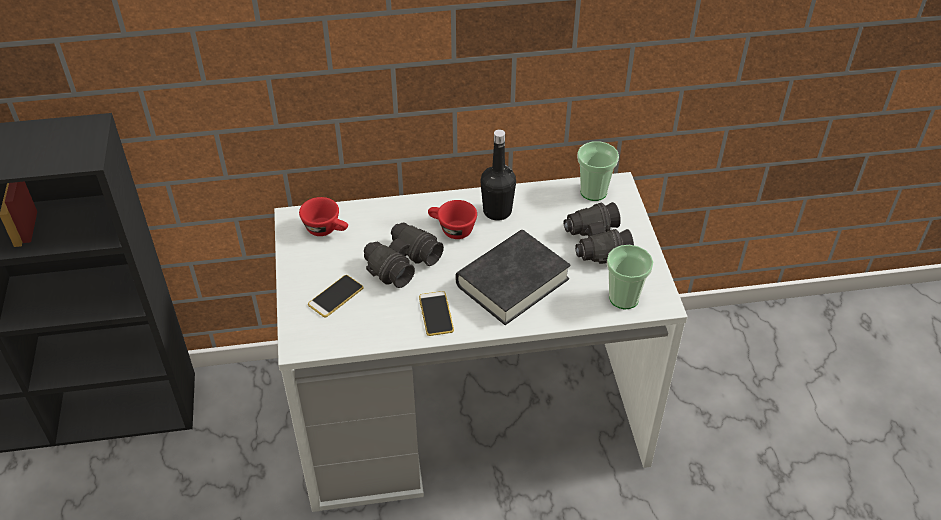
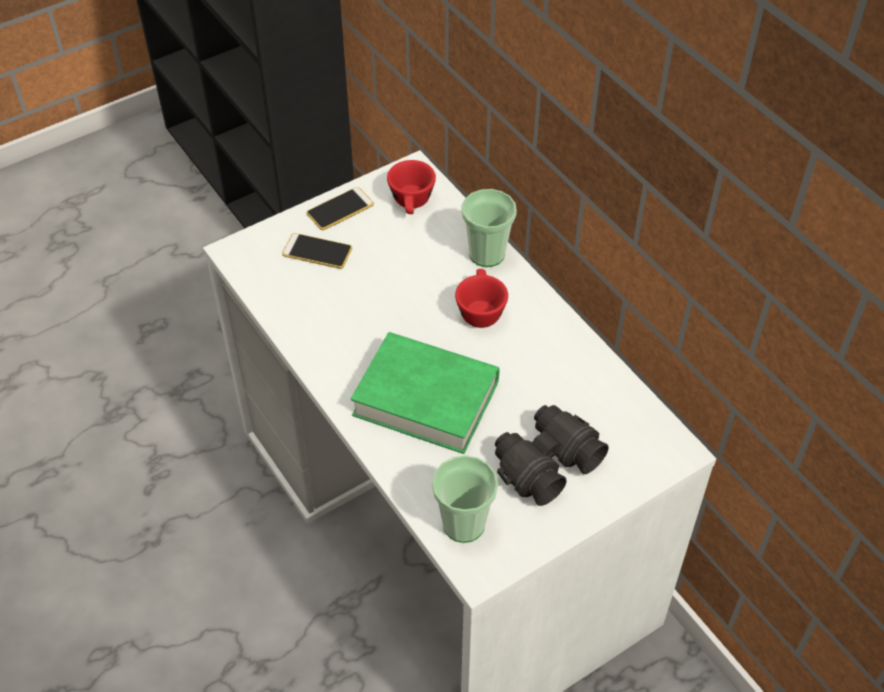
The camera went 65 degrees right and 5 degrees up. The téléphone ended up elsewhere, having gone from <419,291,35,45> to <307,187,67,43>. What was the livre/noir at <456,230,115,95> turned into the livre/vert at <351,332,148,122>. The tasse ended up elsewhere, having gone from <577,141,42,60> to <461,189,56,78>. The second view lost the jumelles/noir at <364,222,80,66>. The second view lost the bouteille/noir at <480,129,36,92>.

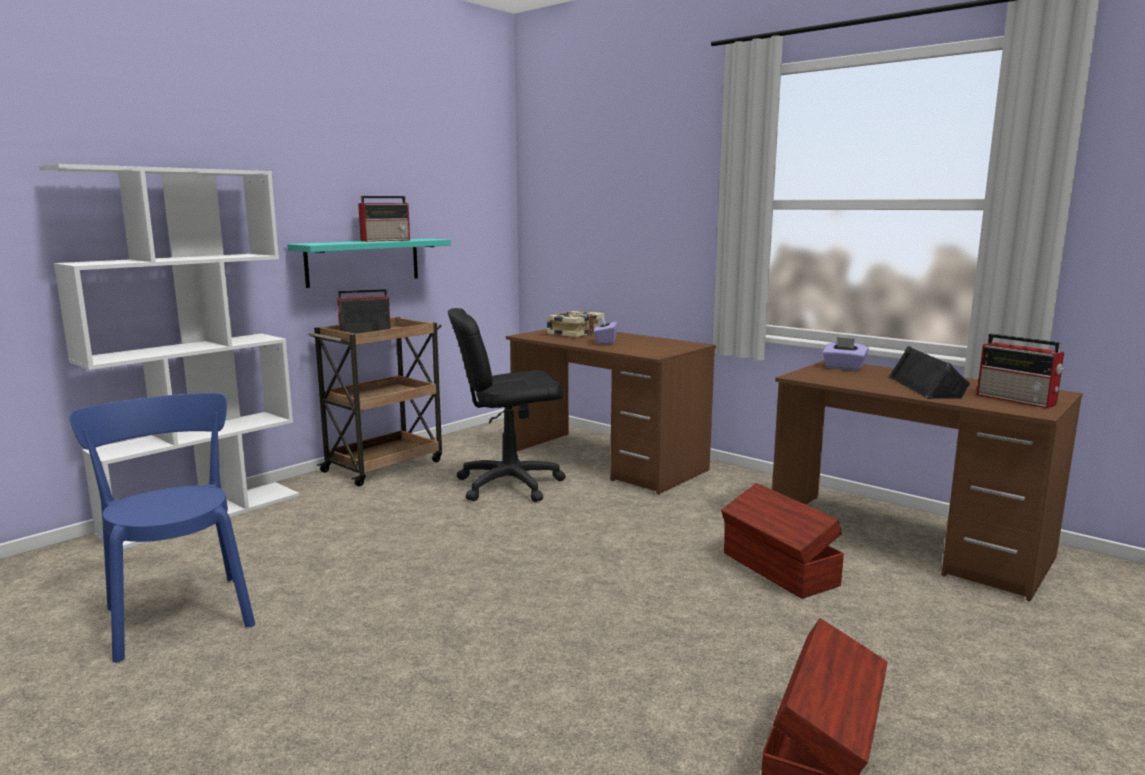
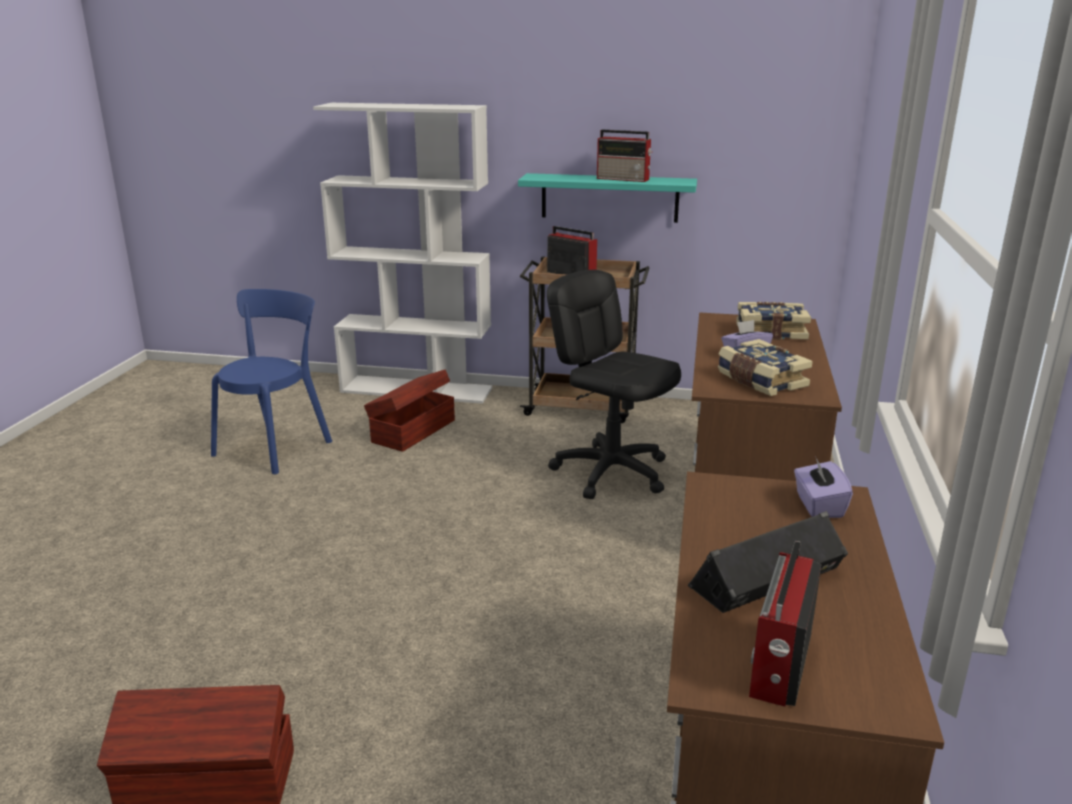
The camera went 60 degrees right and 10 degrees up. The boîte de rangement/marron ended up elsewhere, having gone from <721,483,123,116> to <364,370,91,82>. The second view gained the livre at <717,339,96,57>.

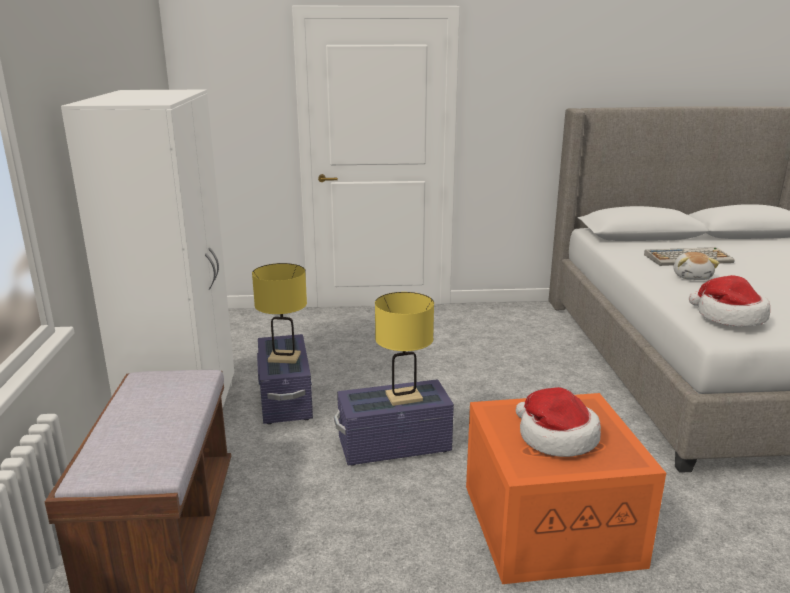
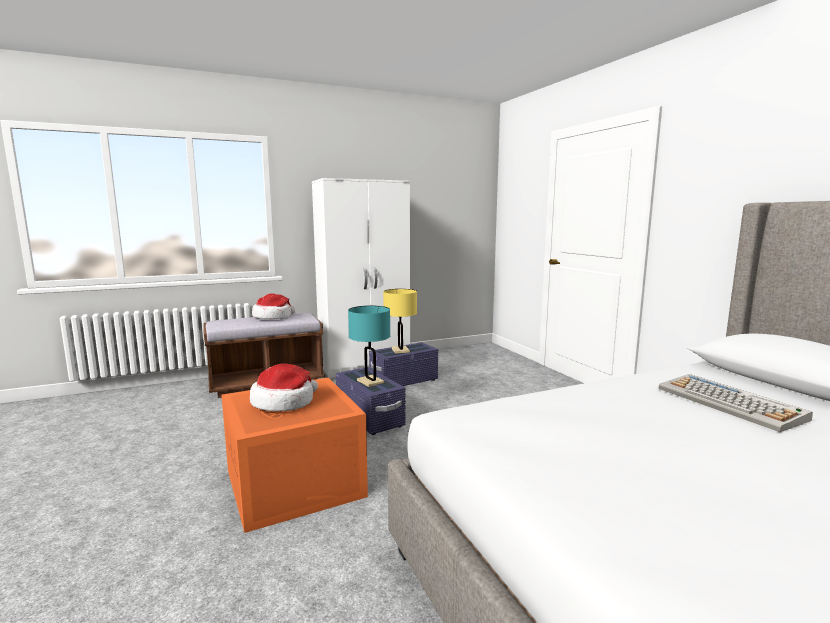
The camera went 70 degrees right and 10 degrees down. The chapeau ended up elsewhere, having gone from <689,275,81,52> to <252,293,43,26>. What was the lampe de table/jaune at <375,292,59,114> turned into the lampe de table/turquoise at <348,306,42,81>. The second view lost the peluche at <673,252,46,28>.

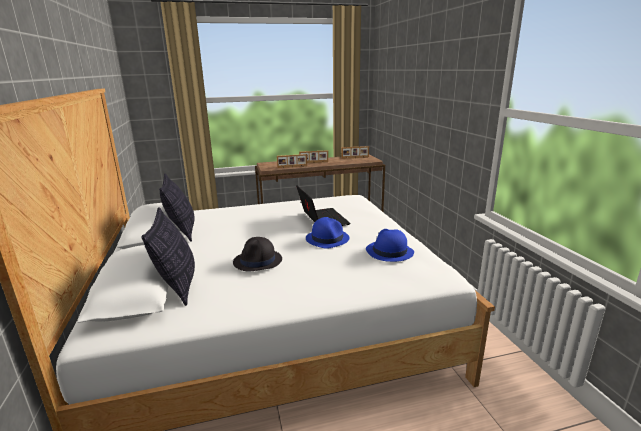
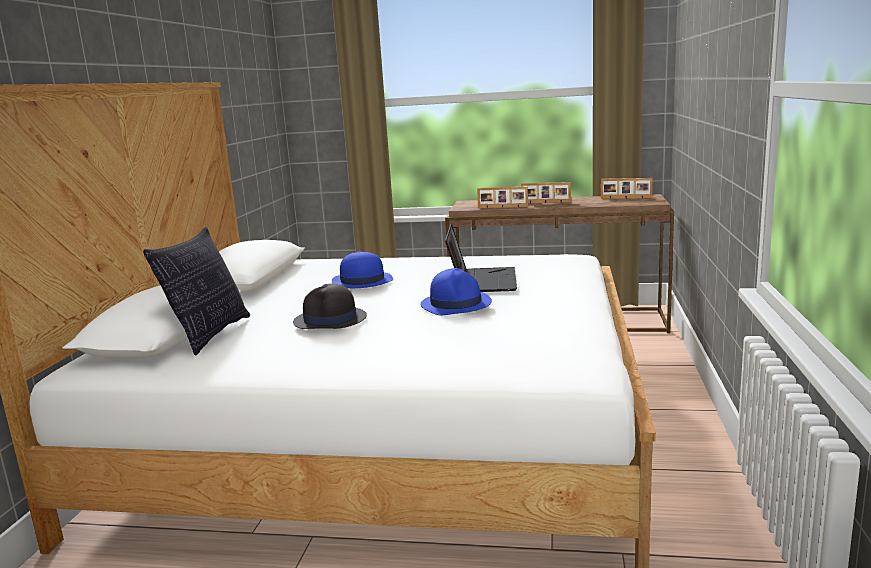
The camera went 25 degrees right and 5 degrees down. The chapeau/bleu ended up elsewhere, having gone from <366,229,48,33> to <332,251,61,37>. The second view lost the coussin at <159,174,35,68>.

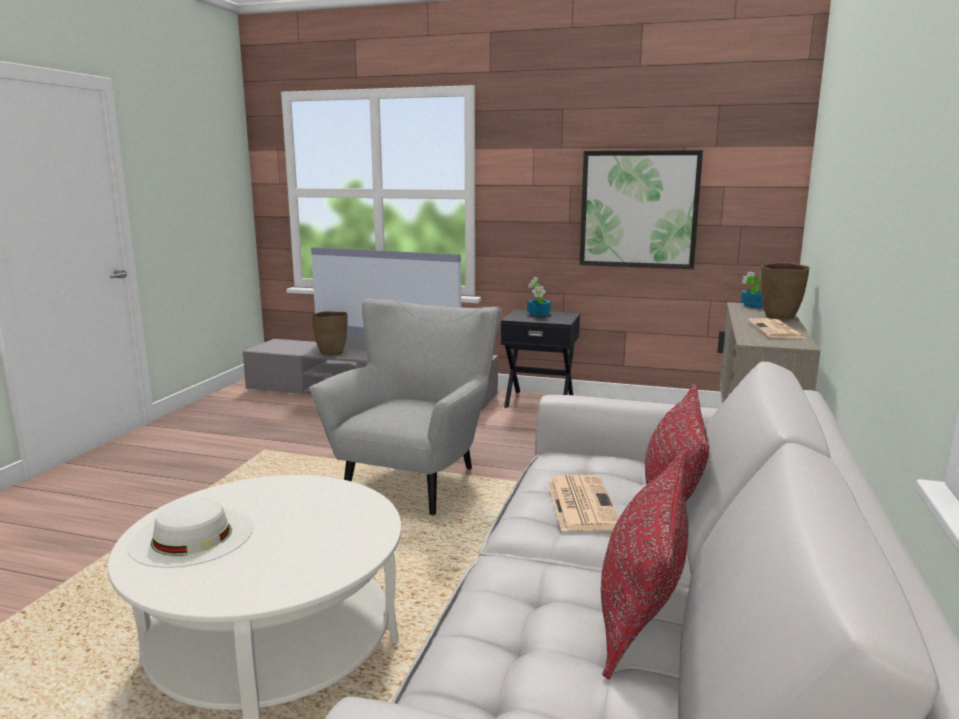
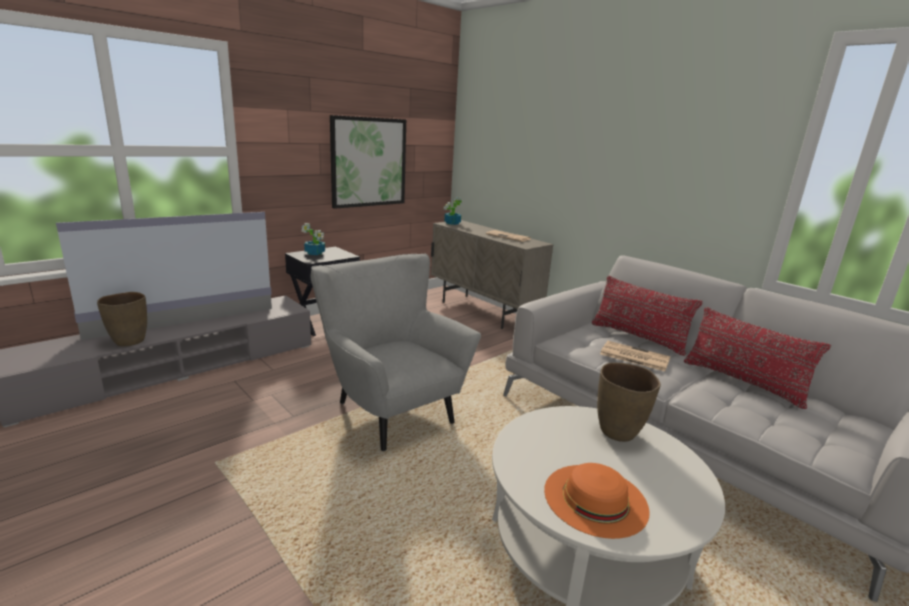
The camera went 60 degrees left and 5 degrees up. What was the chapeau/blanc at <127,499,126,69> turned into the chapeau/orange at <544,463,105,76>. The vase/marron ended up elsewhere, having gone from <761,262,49,57> to <597,362,64,80>.

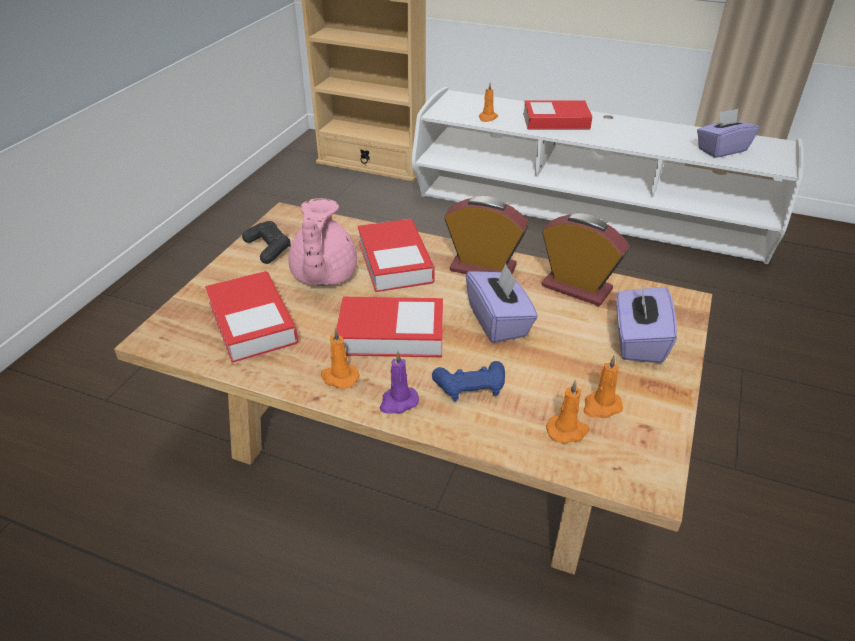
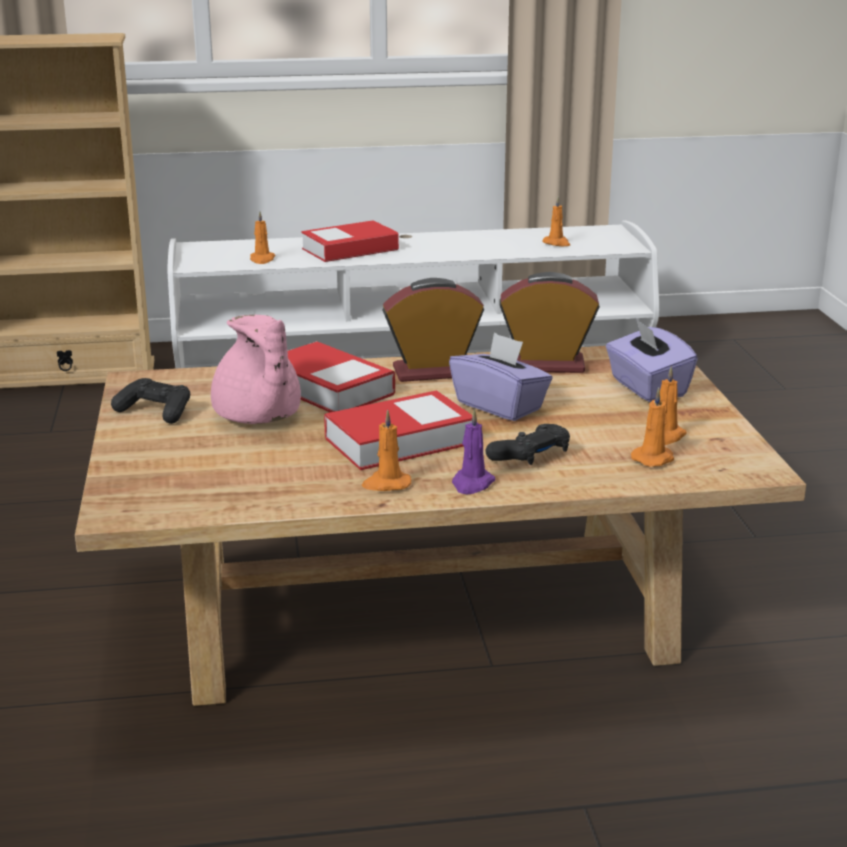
The camera went 30 degrees left and 15 degrees down. What was the manette/bleu at <432,361,73,40> turned into the manette/noir at <486,424,84,41>. Where the boîte à mouchoirs/violet stood at <697,109,62,49>, the bougie/orange came to stand at <543,197,27,49>. The second view lost the livre at <205,271,93,92>.

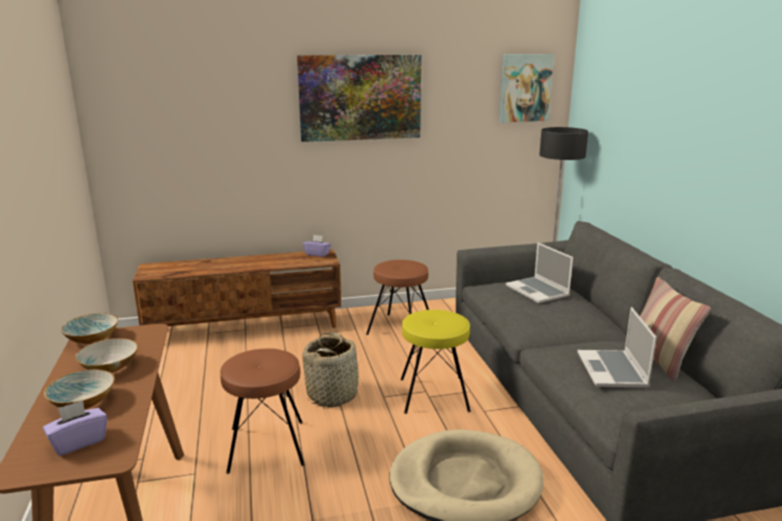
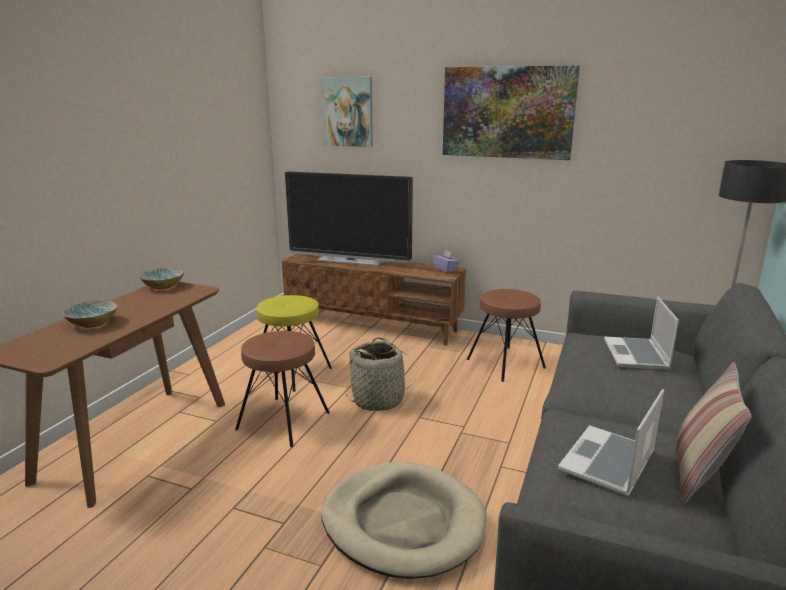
The camera went 35 degrees right and 0 degrees up. The tabouret/jaune ended up elsewhere, having gone from <401,310,70,104> to <256,295,76,97>. The second view gained the téléviseur at <285,171,128,96>. The tableau ended up elsewhere, having gone from <499,54,55,68> to <321,77,52,70>. The second view lost the boîte à mouchoirs/violet at <43,400,64,56>. The second view lost the bol at <75,338,63,35>.

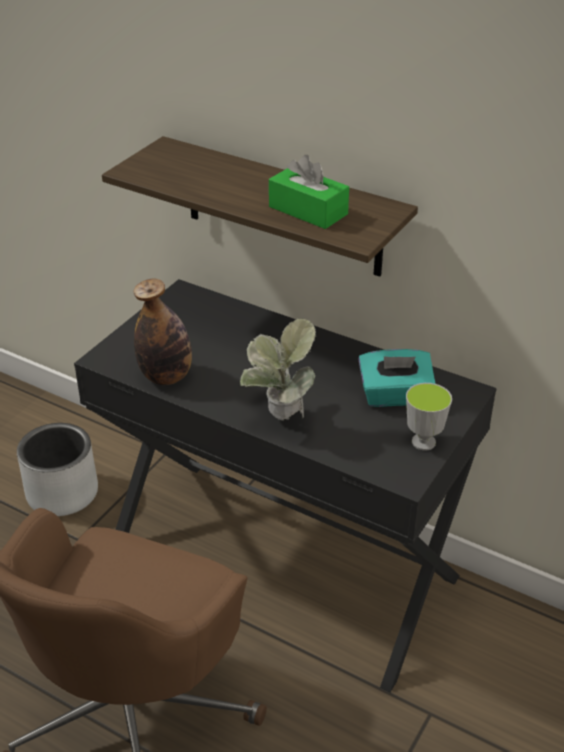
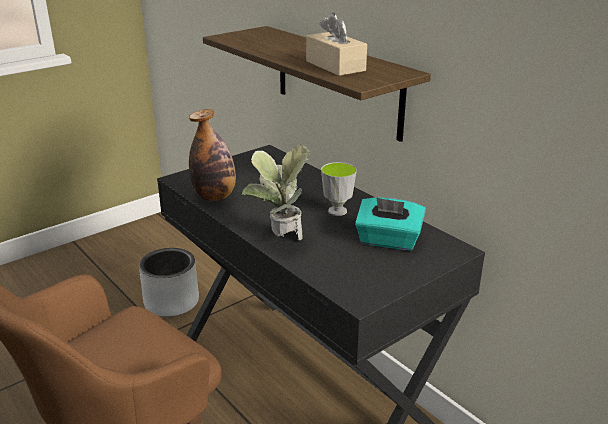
The camera went 20 degrees right and 10 degrees down. What was the boîte à mouchoirs/vert at <269,155,80,74> turned into the boîte à mouchoirs/beige at <306,13,61,63>. The tasse ended up elsewhere, having gone from <406,383,46,68> to <321,162,36,54>.

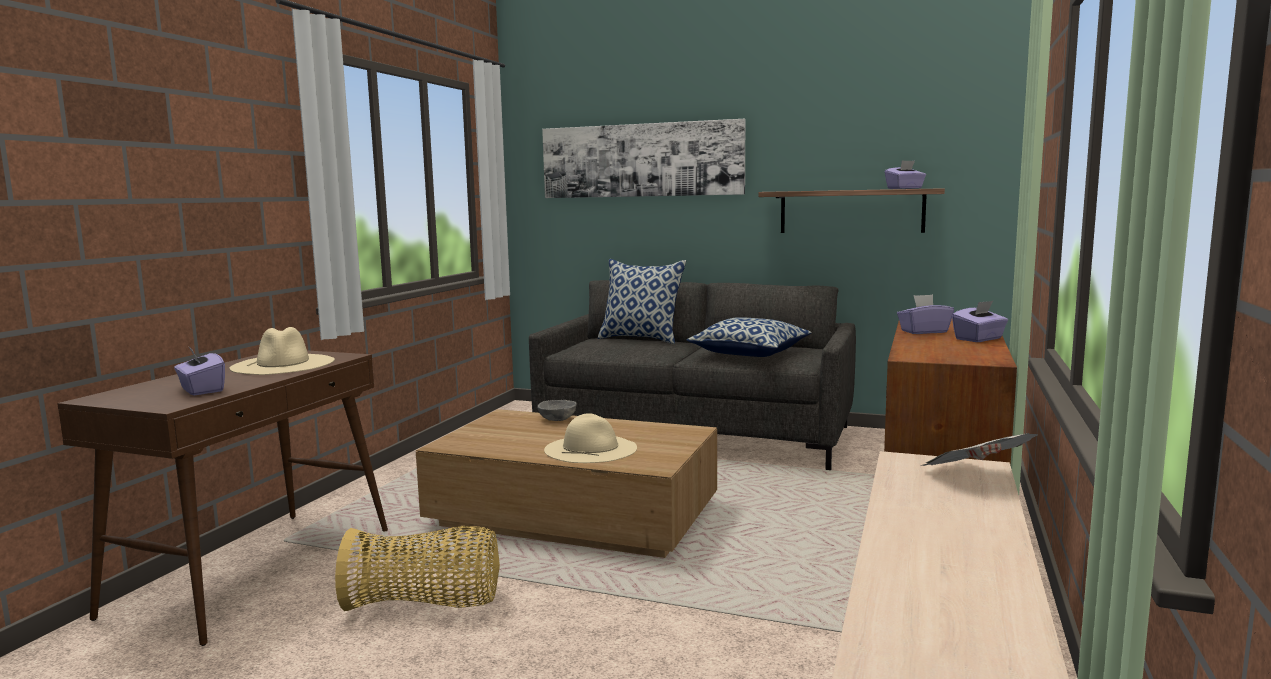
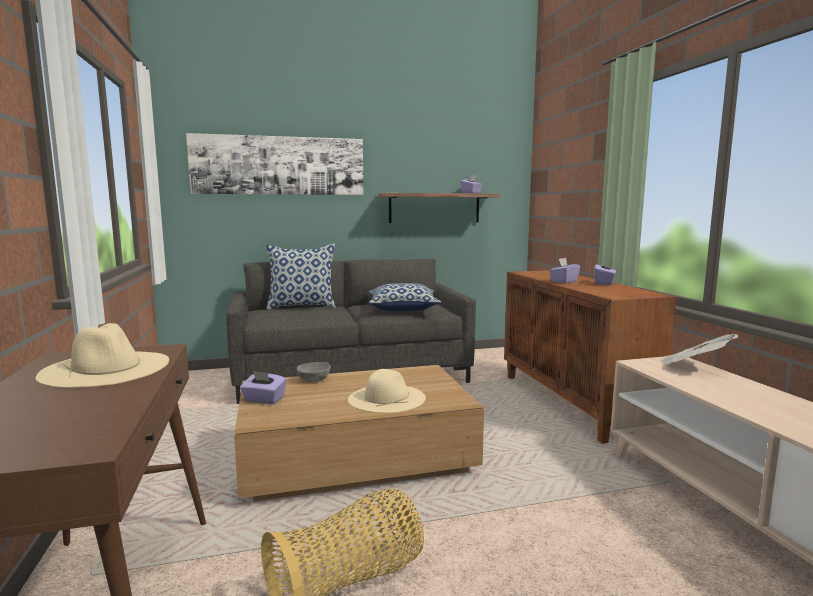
The camera went 35 degrees left and 0 degrees up. The boîte à mouchoirs/violet ended up elsewhere, having gone from <174,347,51,49> to <240,371,47,33>.

